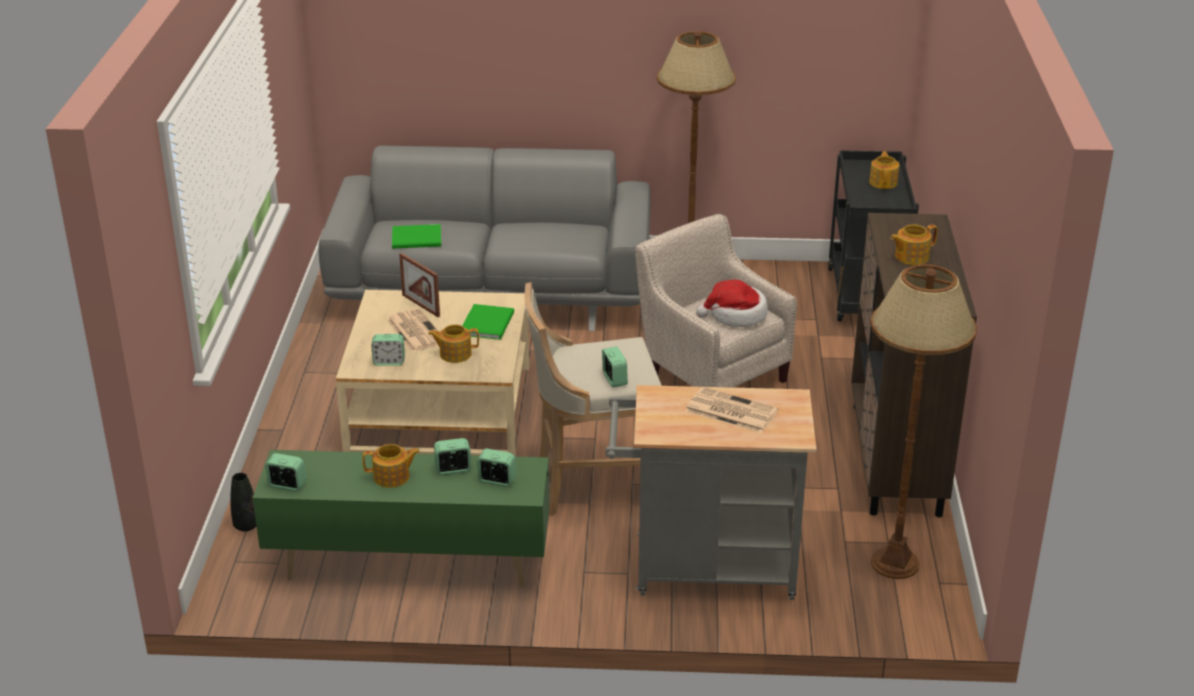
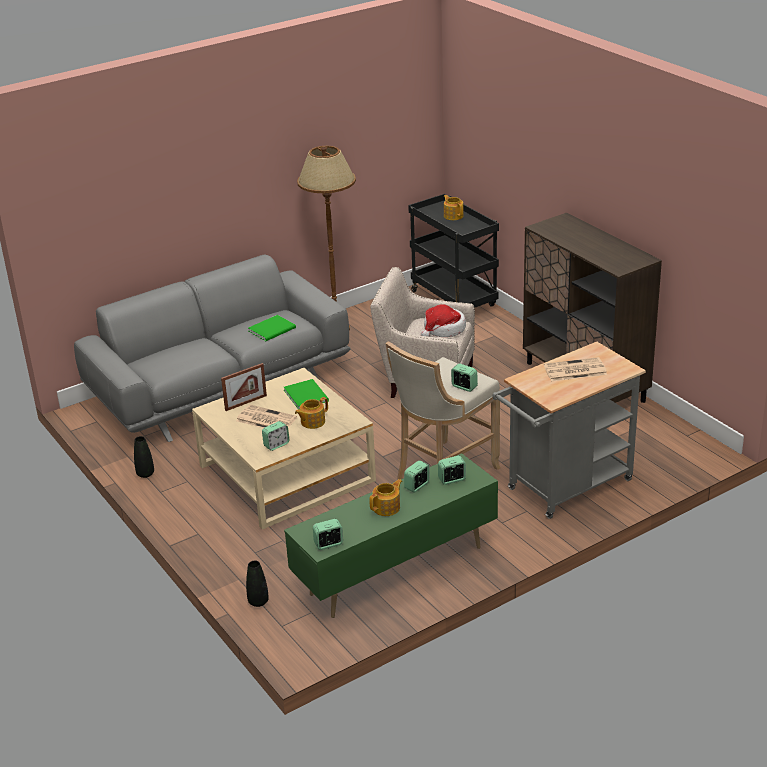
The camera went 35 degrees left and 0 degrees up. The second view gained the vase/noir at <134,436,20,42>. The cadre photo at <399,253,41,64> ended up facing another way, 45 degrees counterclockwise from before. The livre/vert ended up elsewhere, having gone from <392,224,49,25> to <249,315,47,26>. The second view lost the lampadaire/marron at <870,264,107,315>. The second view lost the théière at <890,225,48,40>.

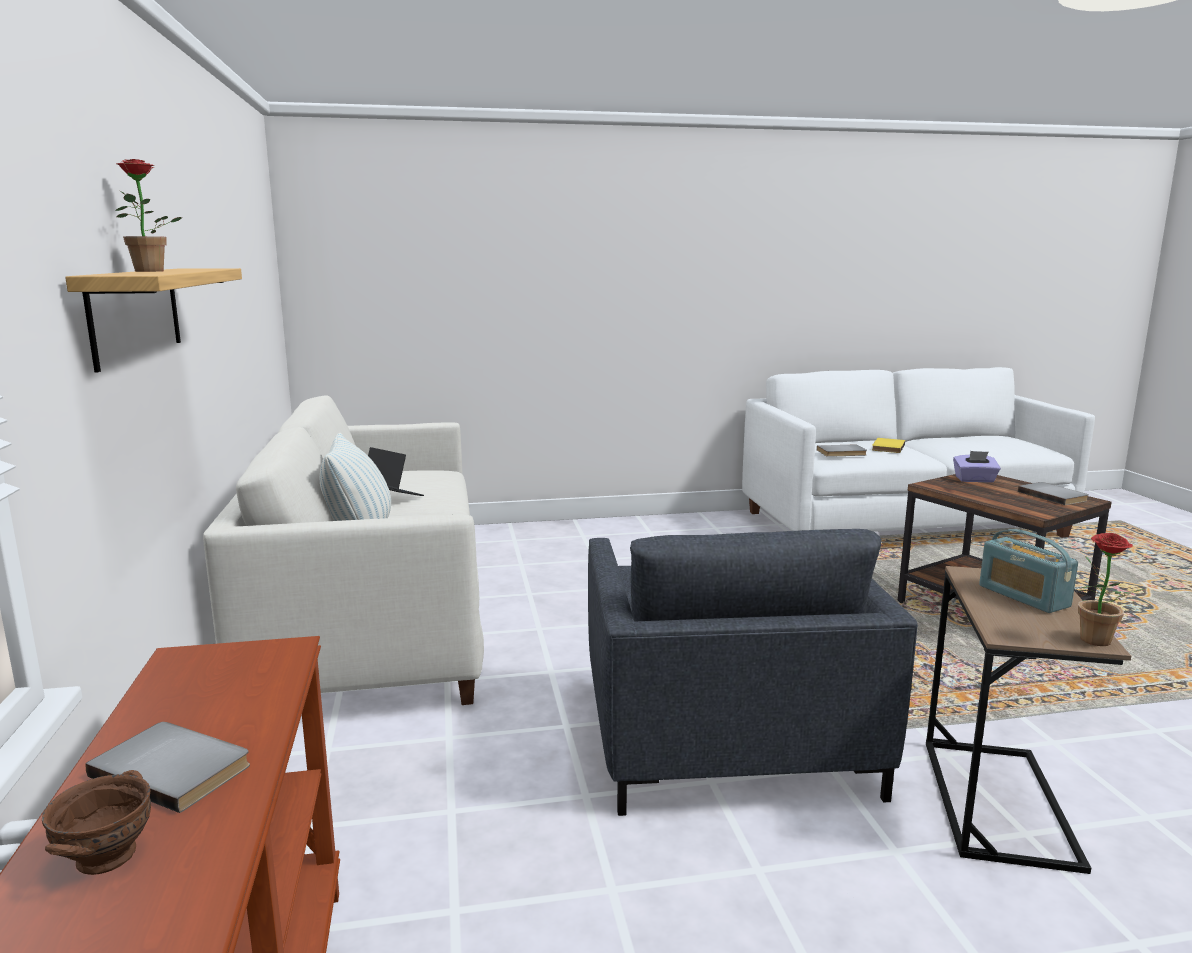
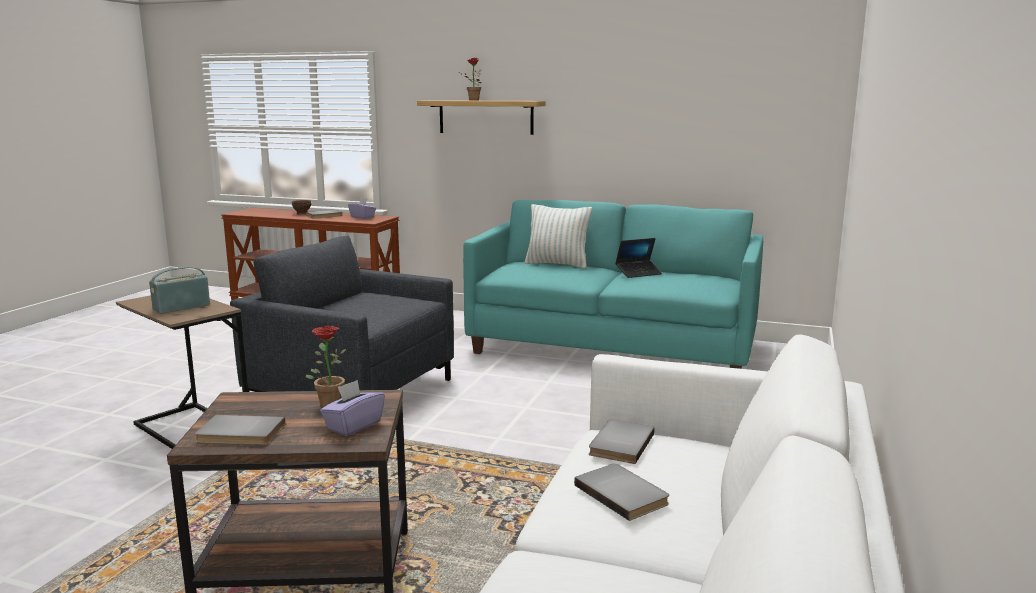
The camera went 120 degrees right and 0 degrees up. The radio at <979,529,99,84> ended up facing another way, 45 degrees counterclockwise from before. The plante en pot ended up elsewhere, having gone from <1078,533,67,113> to <306,326,40,82>. The second view gained the boîte à mouchoirs/violet at <348,197,28,22>. What was the canapé/blanc at <203,395,281,310> turned into the canapé/turquoise at <463,200,300,169>. What was the livre/jaune at <872,438,33,15> turned into the livre/gris at <574,464,95,57>.

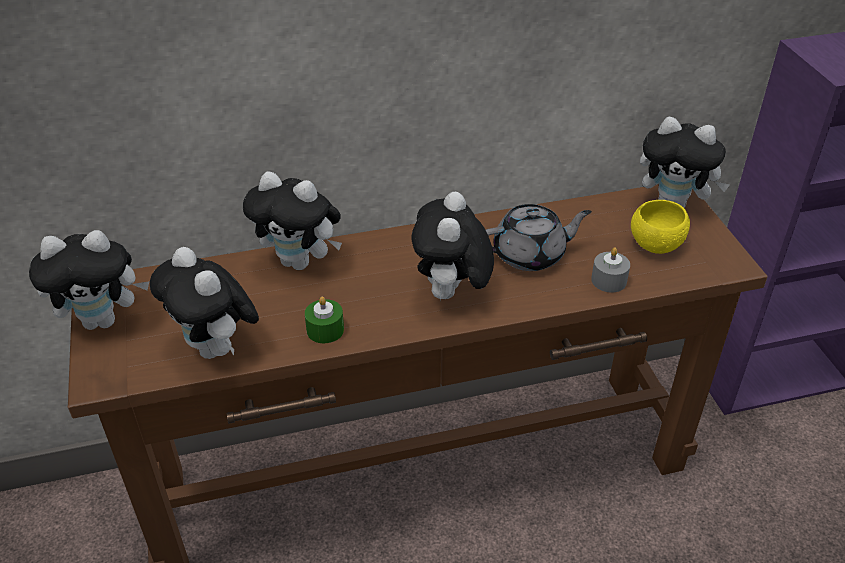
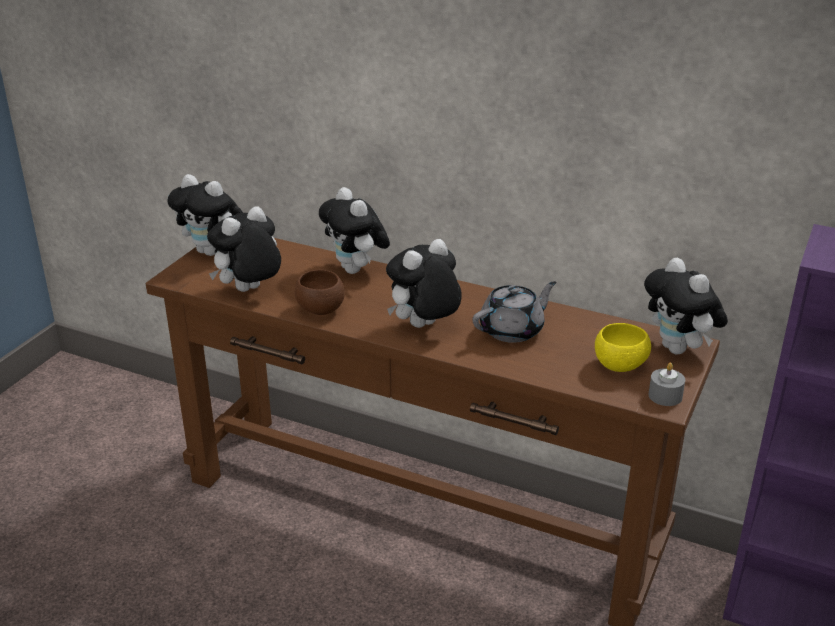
The camera went 40 degrees right and 10 degrees down. The peluche at <150,247,109,112> ended up facing another way, 45 degrees clockwise from before. Where the bougie/vert stood at <305,297,39,46>, the bol/marron came to stand at <295,270,50,45>. The théière/gris at <486,204,106,67> ended up facing another way, 60 degrees counterclockwise from before. The bougie/gris ended up elsewhere, having gone from <591,248,39,45> to <648,363,37,43>.

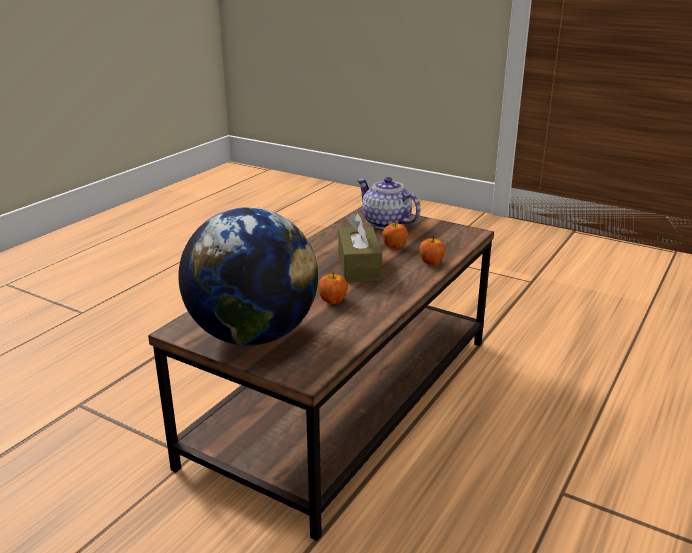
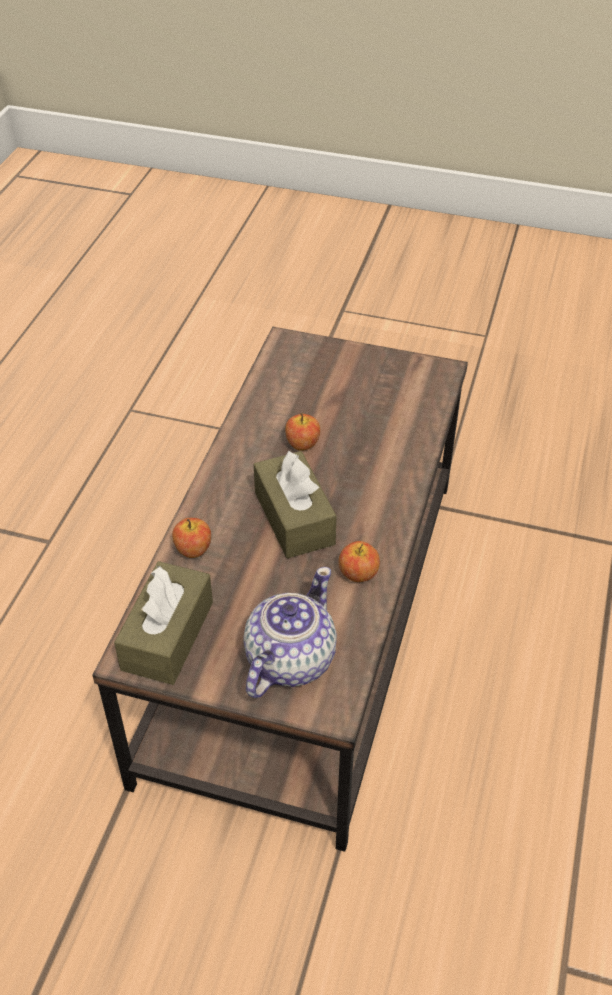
The camera went 165 degrees right and 20 degrees up. The second view gained the boîte à mouchoirs/marron at <114,561,99,124>. The théière at <357,177,64,52> ended up facing another way, 90 degrees counterclockwise from before. The pomme ended up elsewhere, having gone from <382,221,26,27> to <339,541,41,41>. The second view lost the globe at <178,207,140,139>.

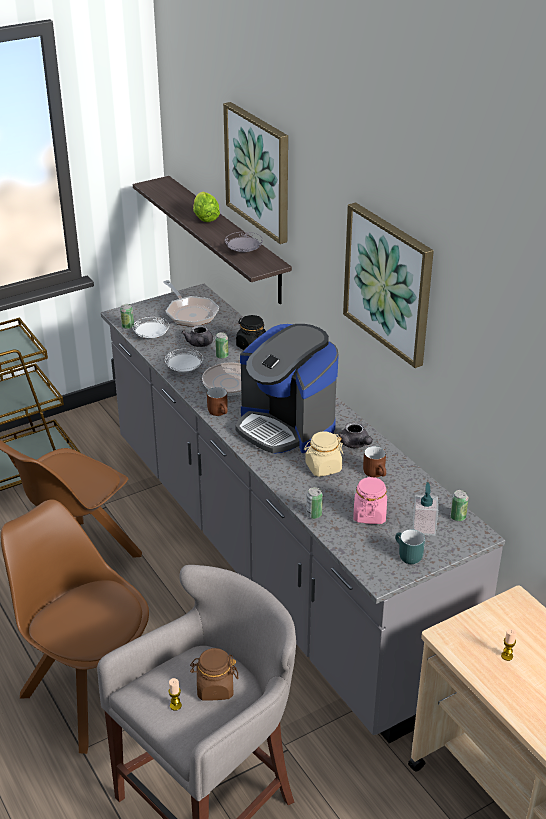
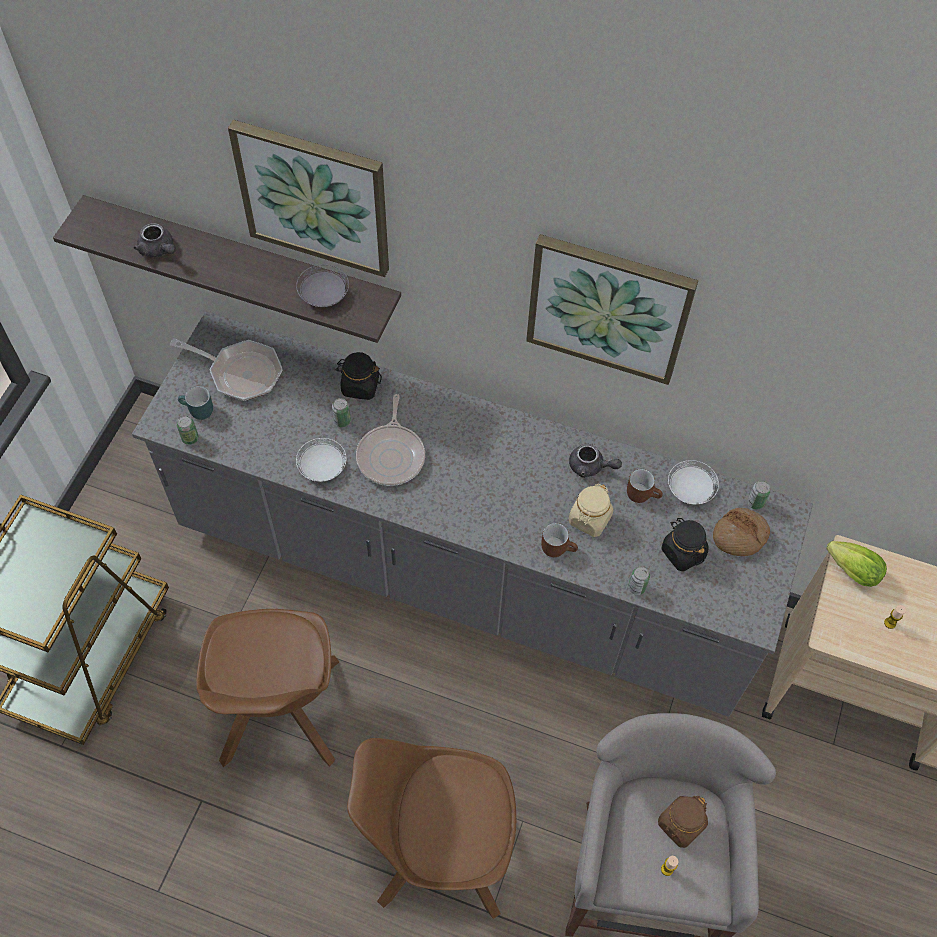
The camera went 40 degrees left and 25 degrees up. The théière/gris ended up elsewhere, having gone from <181,325,32,22> to <133,223,43,34>. The mug/turquoise ended up elsewhere, having gone from <395,529,30,35> to <178,386,35,34>. The mug/marron ended up elsewhere, having gone from <207,387,21,29> to <541,523,37,34>. What was the bocal/rose at <353,477,34,47> turned into the bocal/noir at <662,518,47,53>. The assiette/blanc ended up elsewhere, having gone from <133,317,36,21> to <668,460,51,45>. Where the distributeur de savon stood at <413,482,25,54>, the pain came to stand at <713,508,57,48>. The laitue ended up elsewhere, having gone from <193,192,27,30> to <826,541,61,46>. The second view lost the machine à café at <235,324,104,130>.

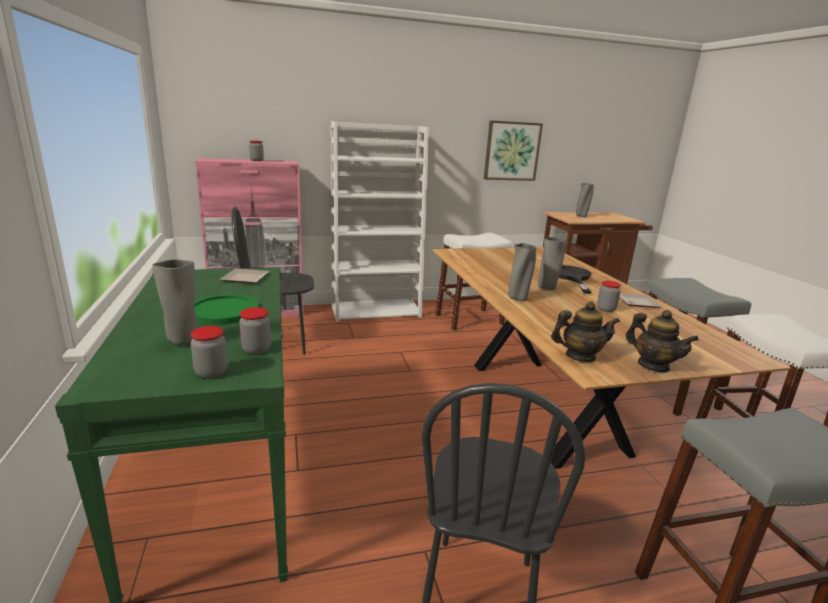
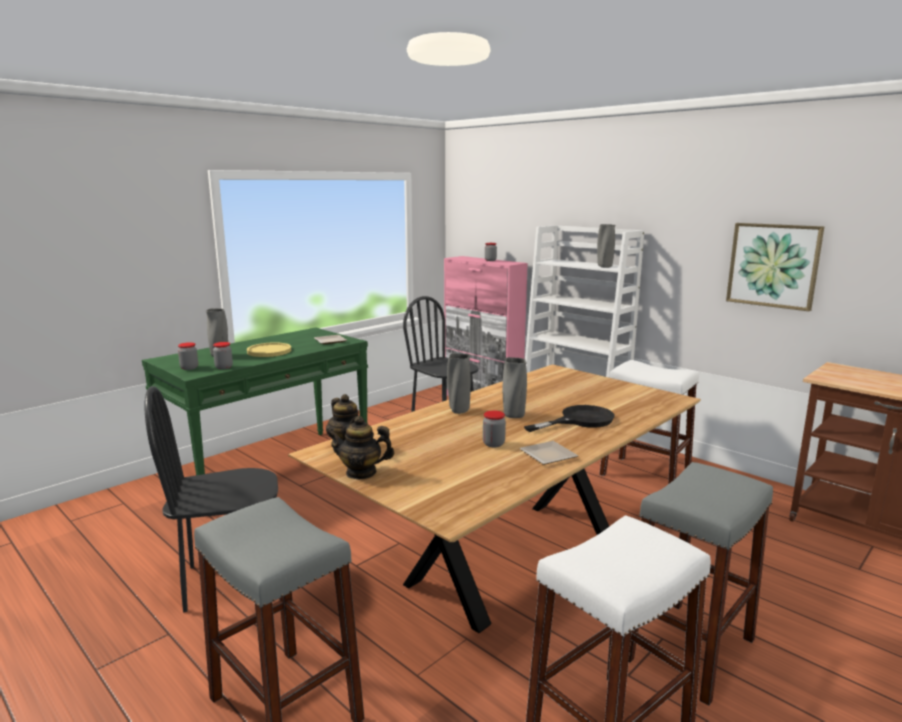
The camera went 60 degrees right and 5 degrees down. What was the assiette/vert at <194,295,64,30> turned into the assiette/jaune at <247,342,44,15>. The théière at <626,310,73,62> ended up facing another way, 75 degrees clockwise from before. The vase/gris ended up elsewhere, having gone from <576,183,18,34> to <597,224,18,44>.

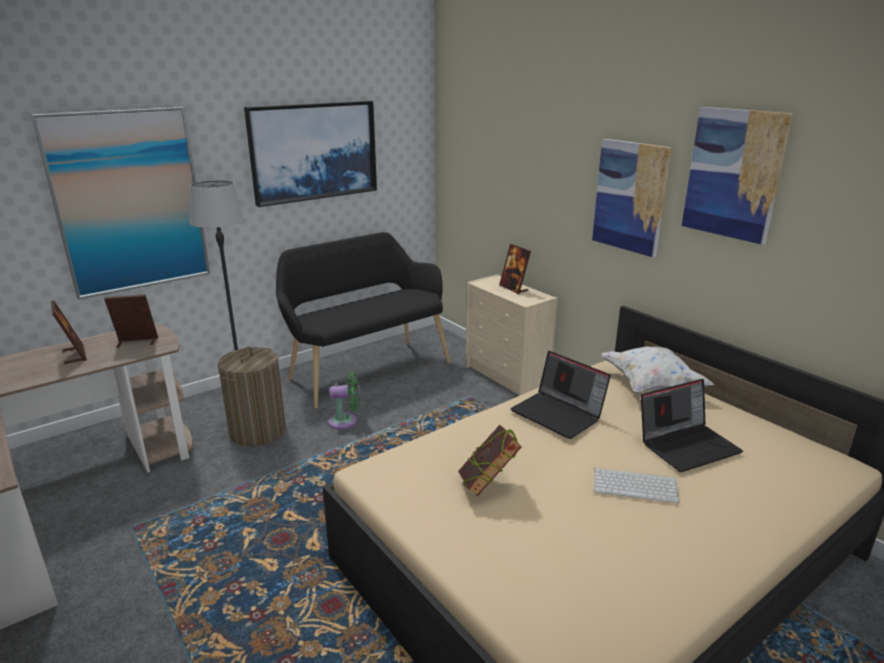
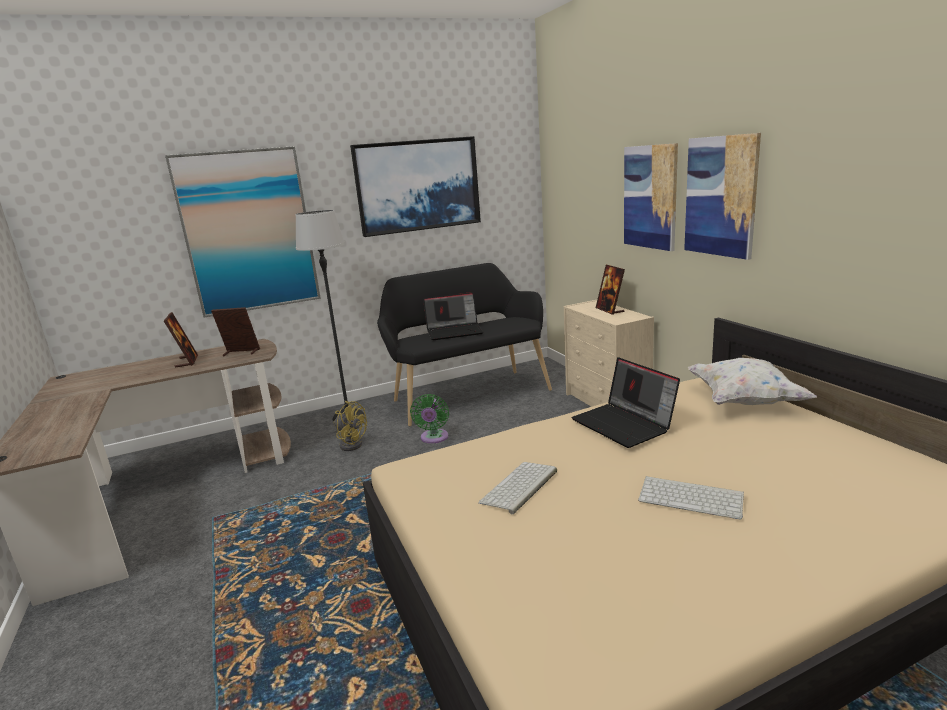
The camera went 15 degrees right and 5 degrees down. Where the panier à linge stood at <218,347,68,99>, the ventilateur/jaune came to stand at <333,401,34,50>. The ventilateur/vert at <328,372,32,57> ended up facing another way, 90 degrees clockwise from before. The ordinateur portable ended up elsewhere, having gone from <641,379,102,93> to <423,292,60,48>. Where the livre stood at <458,425,63,71>, the clavier came to stand at <478,462,79,52>. The tableau ended up elsewhere, having gone from <682,107,111,138> to <624,143,54,108>.

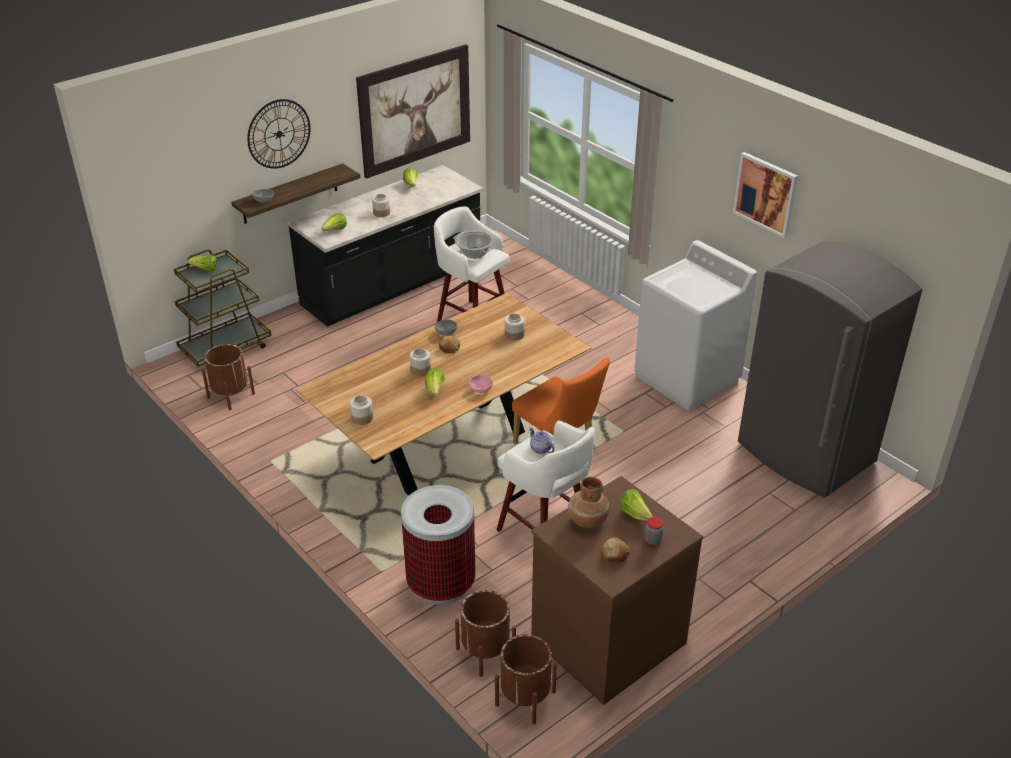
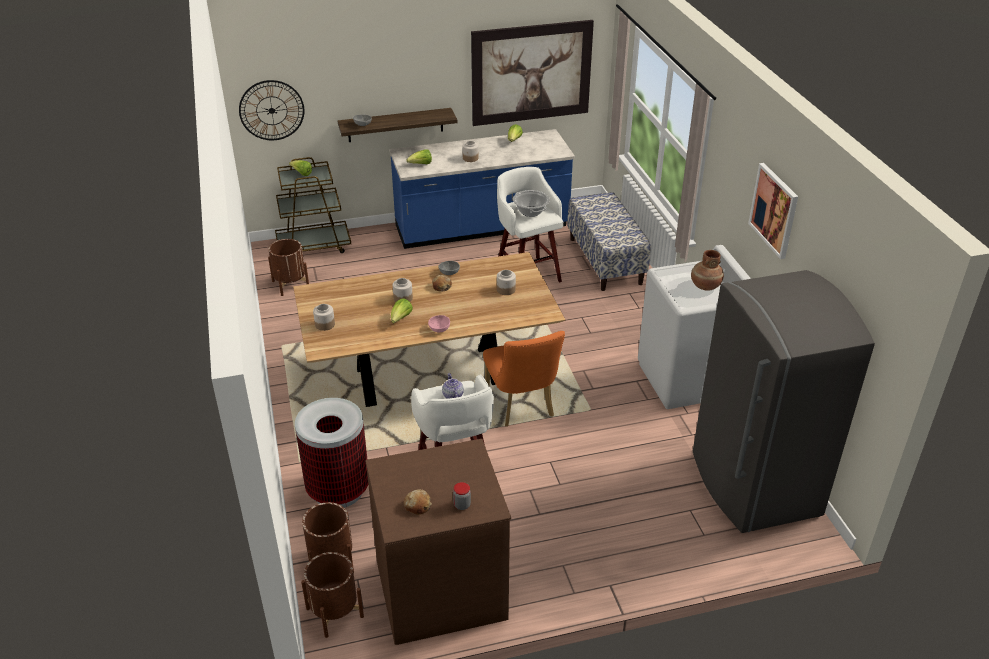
The camera went 25 degrees right and 0 degrees up. The horloge murale ended up elsewhere, having gone from <247,99,63,70> to <239,80,65,60>. What was the comptoir de cuisine/noir at <287,165,196,162> turned into the comptoir de cuisine/bleu at <389,129,186,120>. The second view gained the banc at <567,192,84,99>. The vase/marron ended up elsewhere, having gone from <568,477,42,51> to <691,250,33,41>. The second view lost the laitue at <619,489,34,32>.

